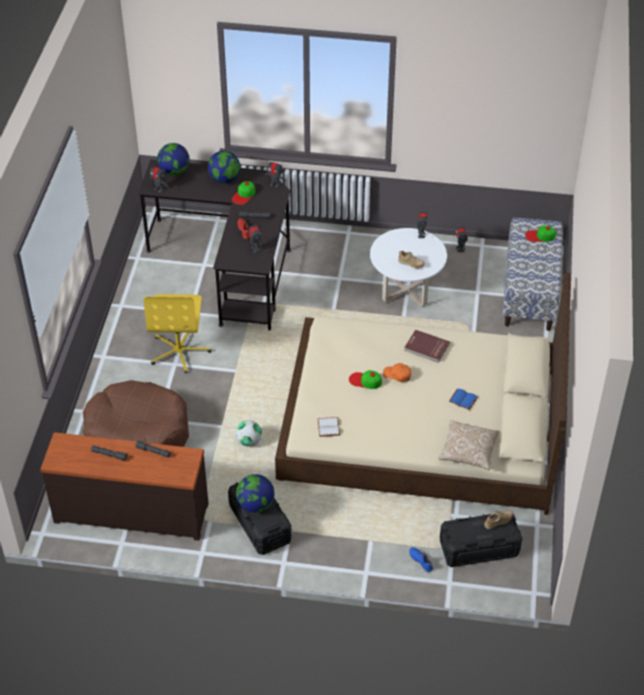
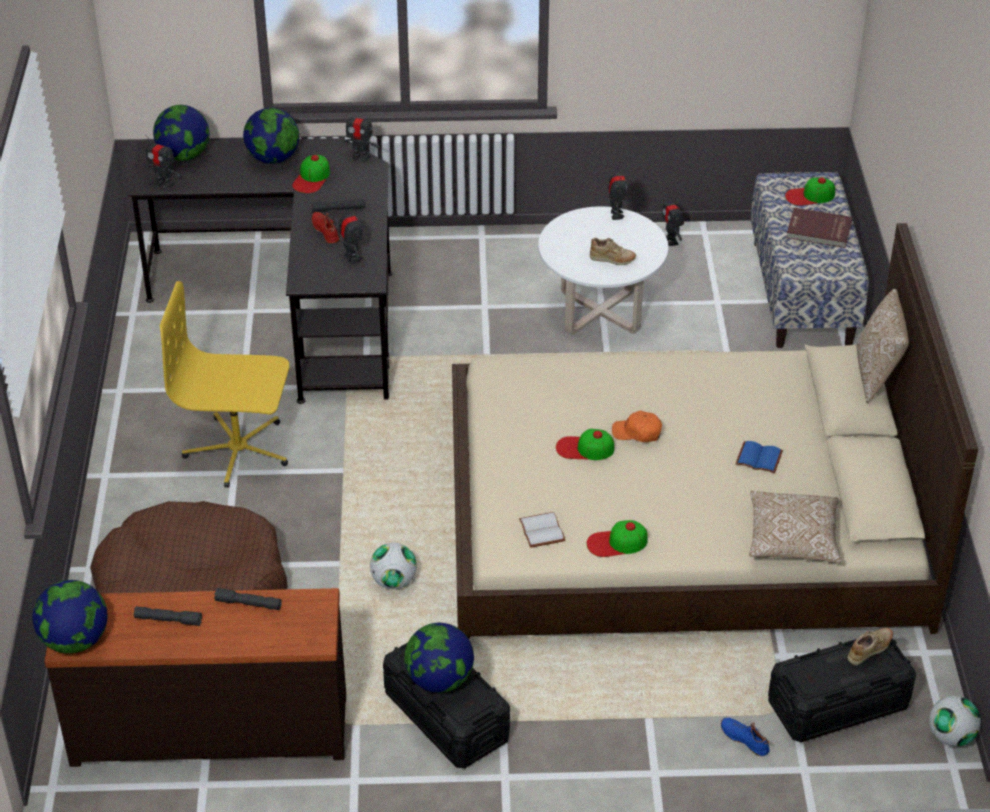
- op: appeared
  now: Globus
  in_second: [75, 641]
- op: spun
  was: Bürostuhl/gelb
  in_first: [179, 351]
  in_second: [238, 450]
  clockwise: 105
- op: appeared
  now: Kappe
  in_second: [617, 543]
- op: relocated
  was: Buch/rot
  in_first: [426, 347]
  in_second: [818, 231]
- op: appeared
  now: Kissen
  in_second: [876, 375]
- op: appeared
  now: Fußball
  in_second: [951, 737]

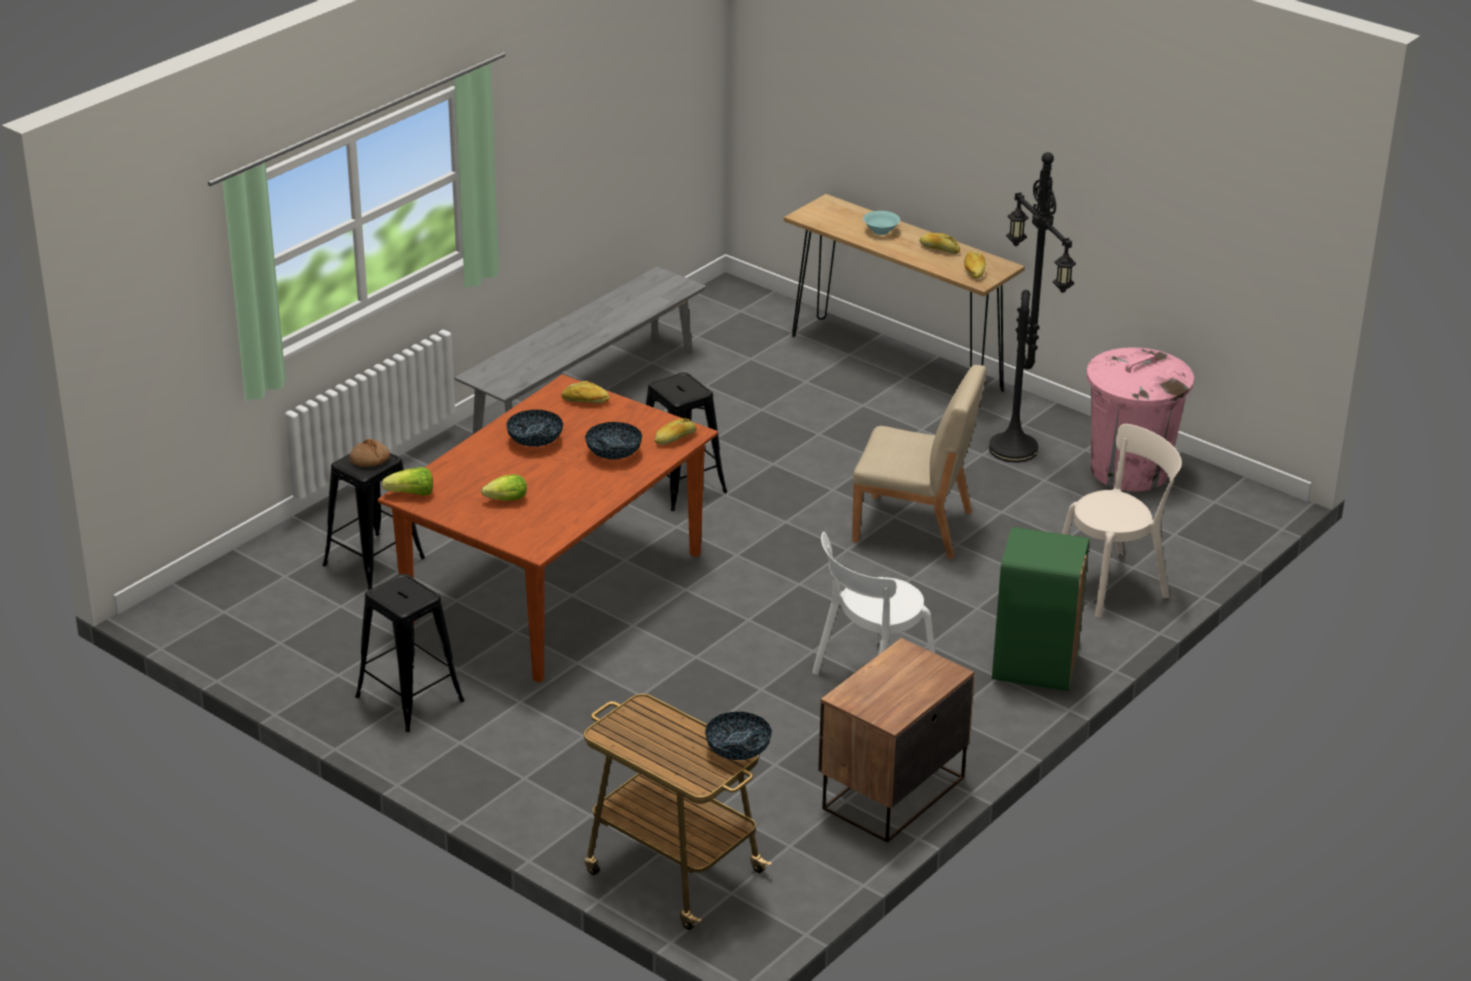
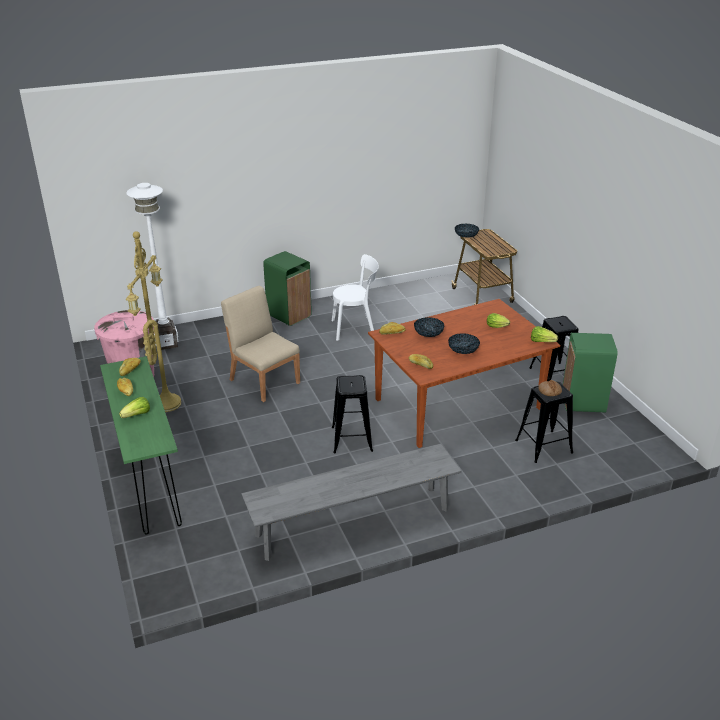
- op: colour
  was: Konsolentisch/braun
  now: Konsolentisch/grün
  in_first: [896, 363]
  in_second: [149, 479]
- op: exchanged
  was: Schüssel/türkis
  now: Salatkopf
  in_first: [880, 231]
  in_second: [137, 415]
- op: appeared
  now: Stehlampe/weiß
  in_second: [166, 343]
- op: colour
  was: Stehlampe/schwarz
  now: Stehlampe/gelb
  in_first: [1017, 450]
  in_second: [165, 403]
- op: appeared
  now: Mülleimer/grün
  in_second: [583, 403]
- op: missing
  was: Nachttisch
  in_first: [890, 792]
- op: missing
  was: Stuhl/beige
  in_first: [1114, 583]

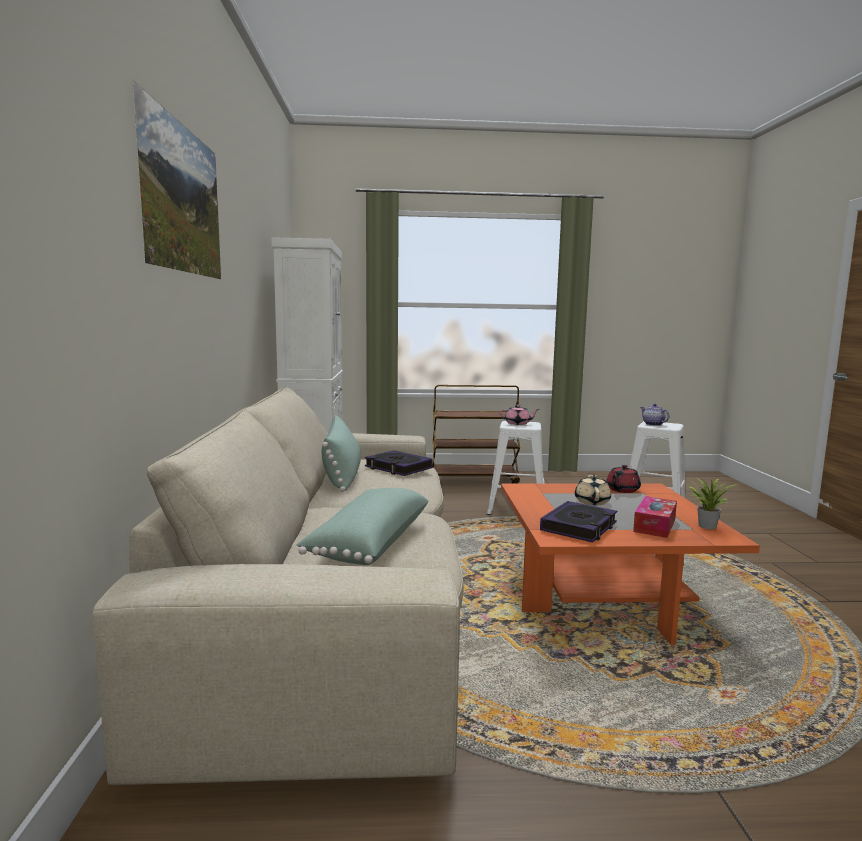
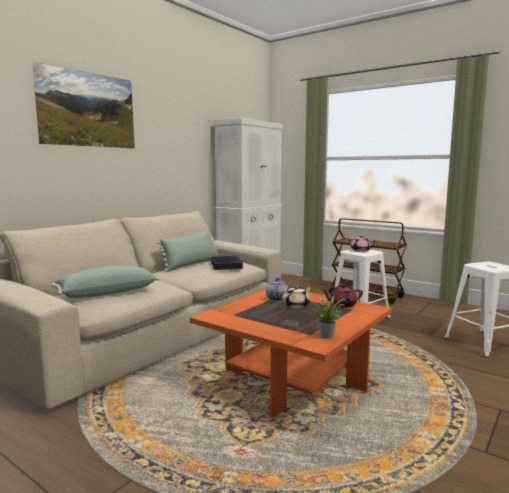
- op: relocated
  was: Teekanne
  in_first: [652, 424]
  in_second: [276, 298]
- op: missing
  was: Buch
  in_first: [579, 527]
- op: missing
  was: Taschentuchbox
  in_first: [654, 525]

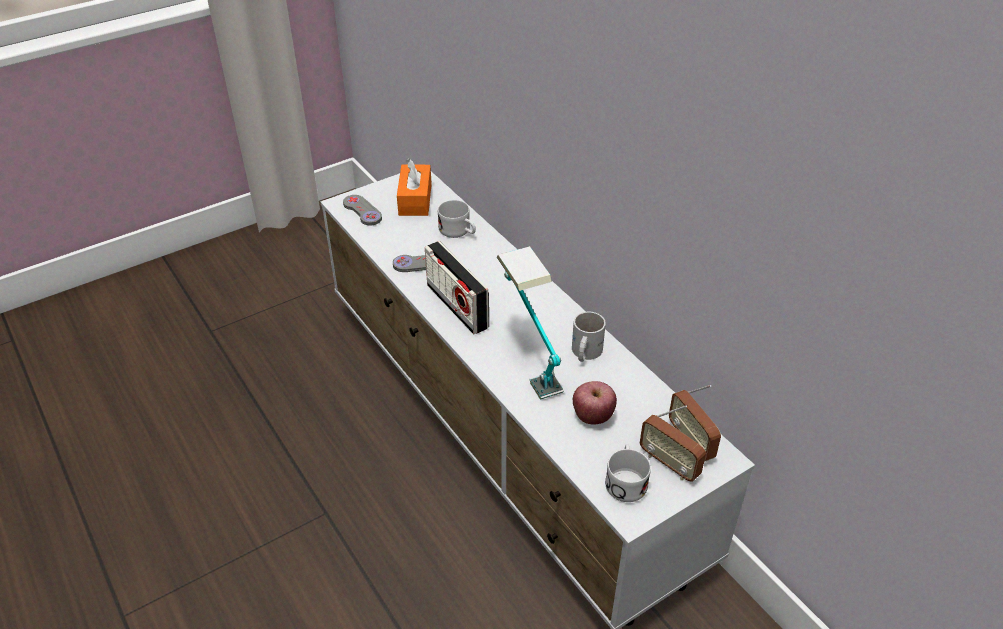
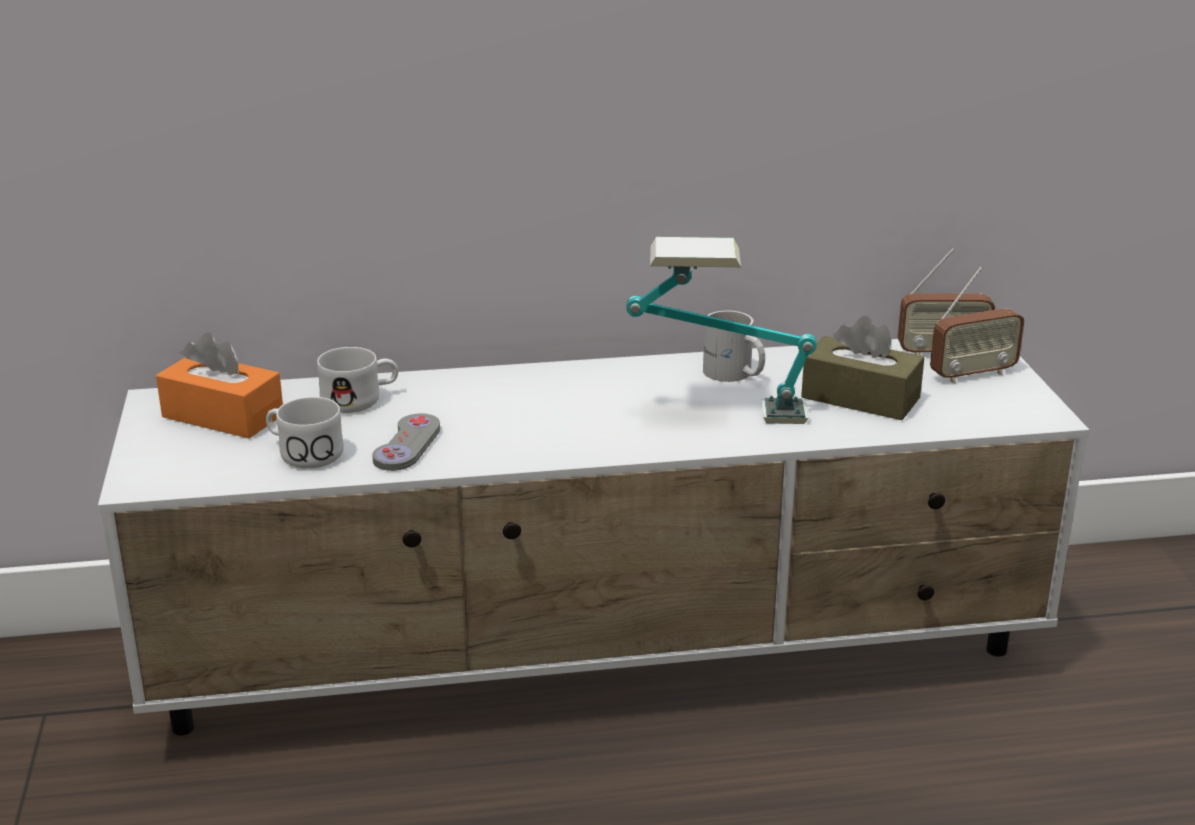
- op: relocated
  was: Henkelbecher/weiß
  in_first: [625, 480]
  in_second: [303, 453]
- op: exchanged
  was: Apfel
  now: Taschentuchbox/braun
  in_first: [592, 416]
  in_second: [860, 398]
- op: missing
  was: Gamepad/grau
  in_first: [362, 211]
- op: missing
  was: Radio
  in_first: [457, 306]

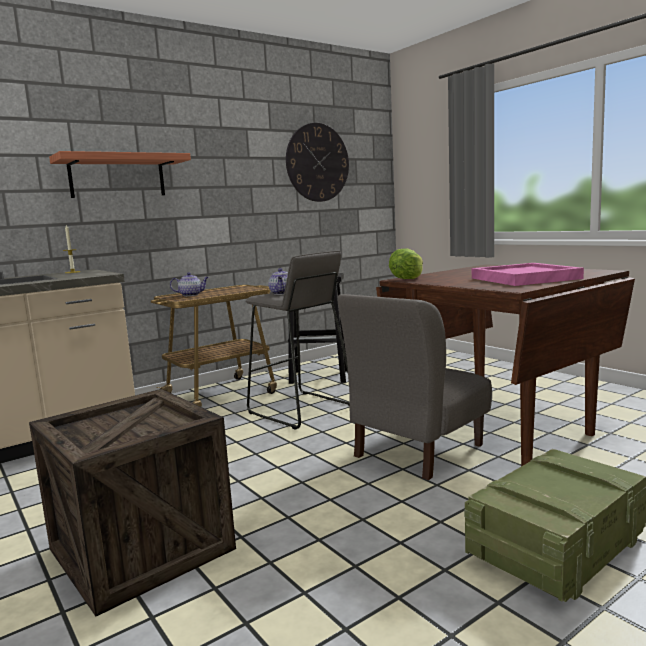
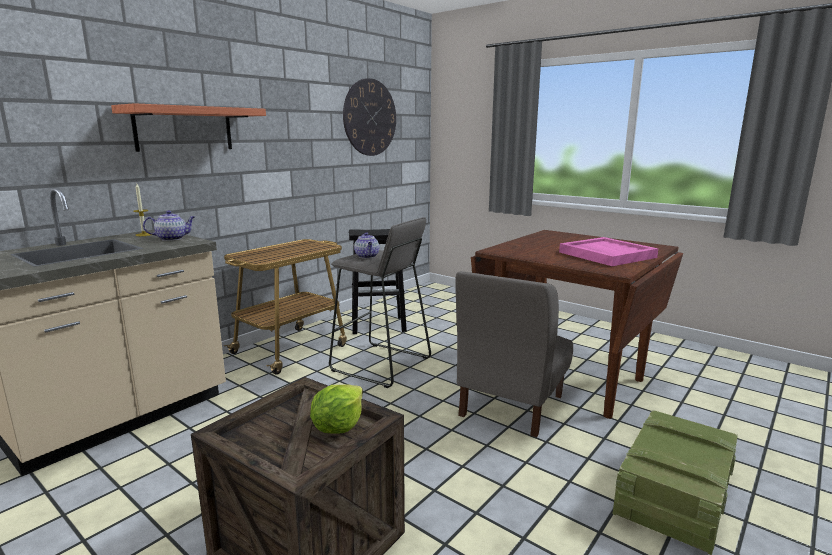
- op: relocated
  was: Teekanne
  in_first: [191, 295]
  in_second: [172, 238]
- op: relocated
  was: Salatkopf
  in_first: [406, 279]
  in_second: [338, 426]

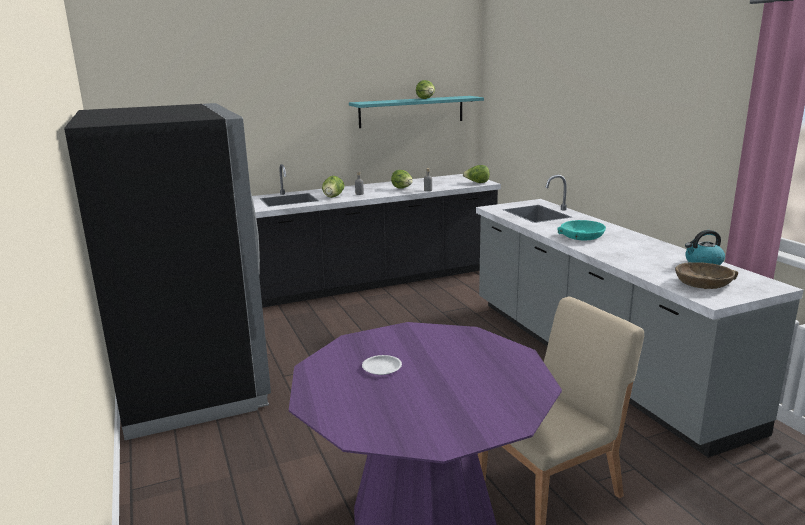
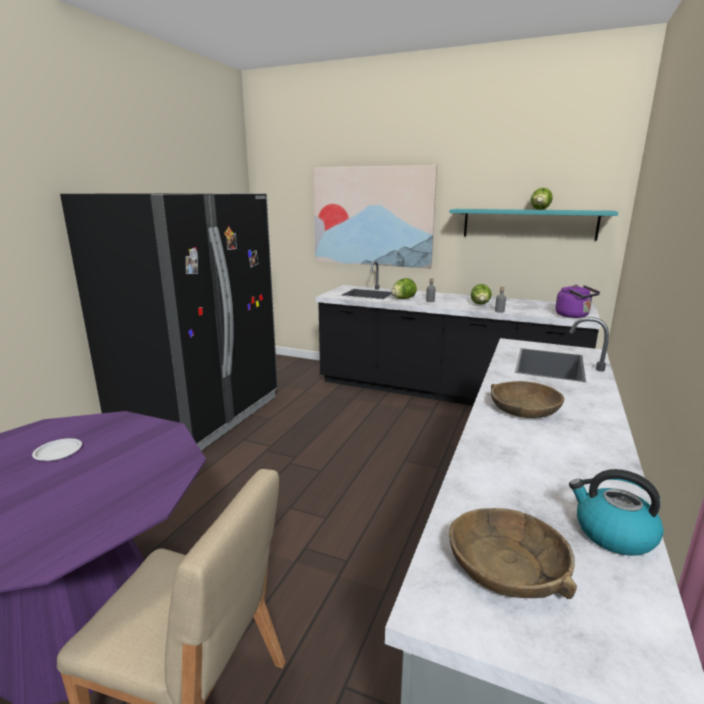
- op: appeared
  now: Bild
  in_second: [372, 216]
- op: colour
  was: Schüssel/türkis
  now: Schüssel/braun
  in_first: [582, 237]
  in_second: [523, 409]
- op: exchanged
  was: Salatkopf
  now: Wasserkessel/lila
  in_first: [477, 183]
  in_second: [574, 316]

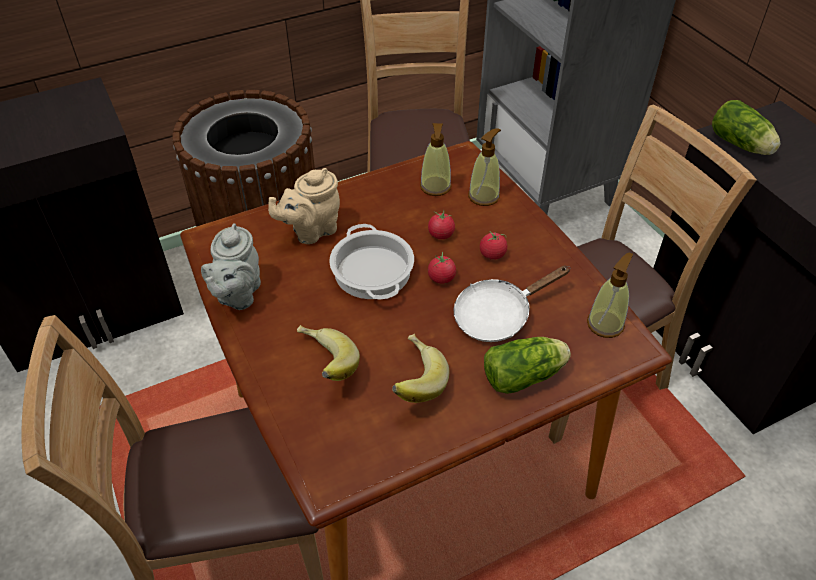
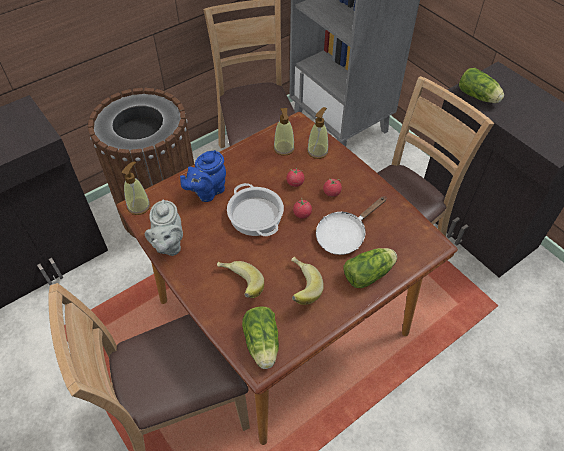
- op: relocated
  was: Seifenspender
  in_first: [605, 324]
  in_second: [139, 206]
- op: colour
  was: Teekanne/beige
  now: Teekanne/blau
  in_first: [311, 231]
  in_second: [207, 191]
- op: appeared
  now: Salatkopf
  in_second: [262, 345]

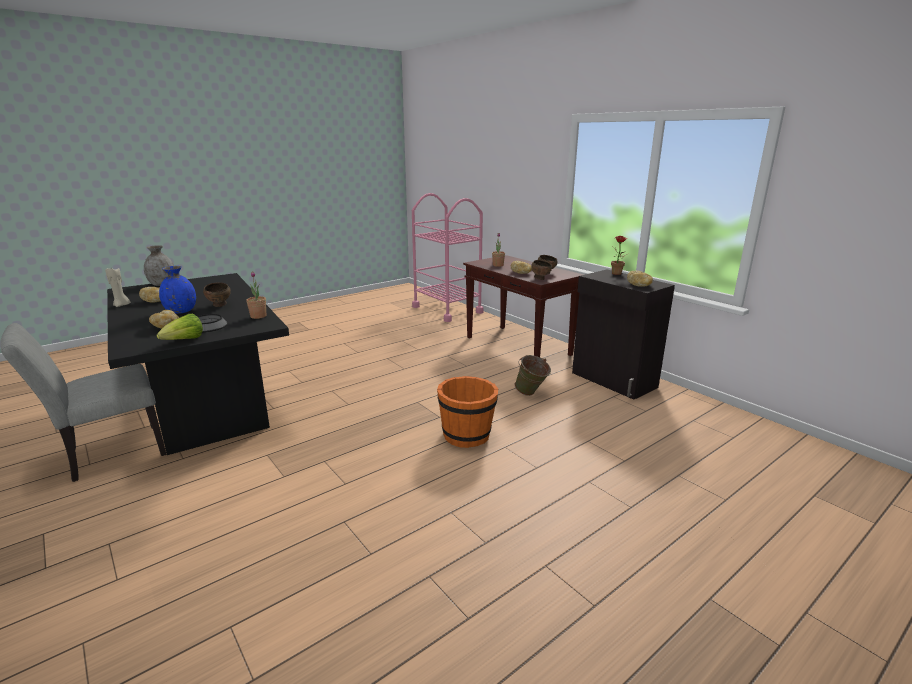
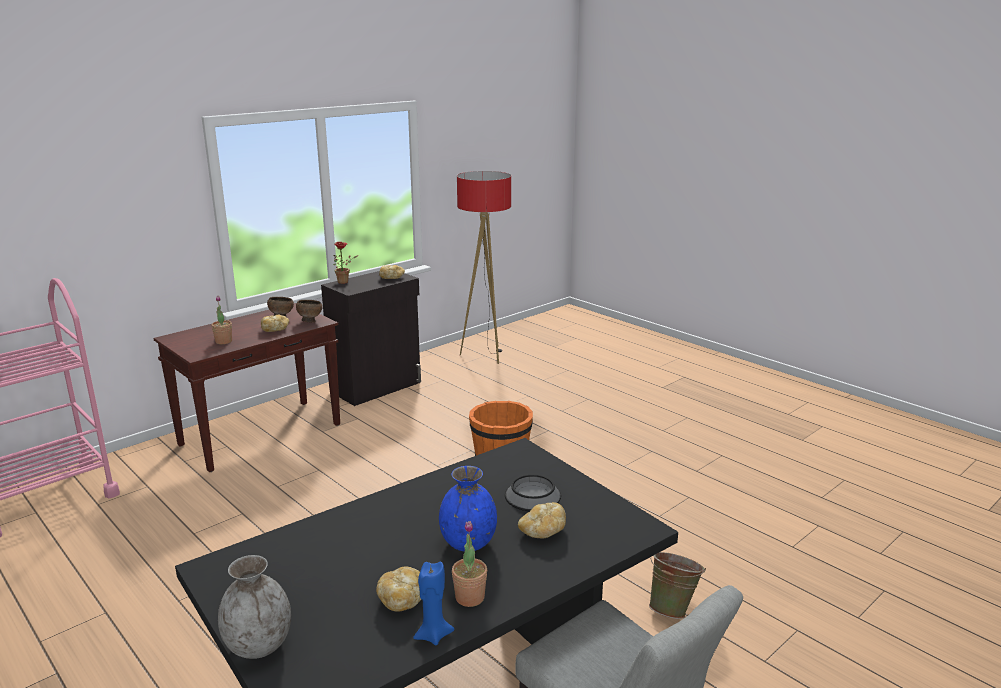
- op: colour
  was: Kerze/beige
  now: Kerze/blau
  in_first: [121, 305]
  in_second: [433, 635]
- op: relocated
  was: Topfpflanze
  in_first: [258, 316]
  in_second: [470, 597]
- op: appeared
  now: Stehlampe
  in_second: [485, 355]
- op: relocated
  was: Eimer/grün
  in_first: [531, 394]
  in_second: [672, 608]
- op: missing
  was: Salatkopf
  in_first: [184, 341]
- op: missing
  was: Schüssel/braun
  in_first: [220, 305]

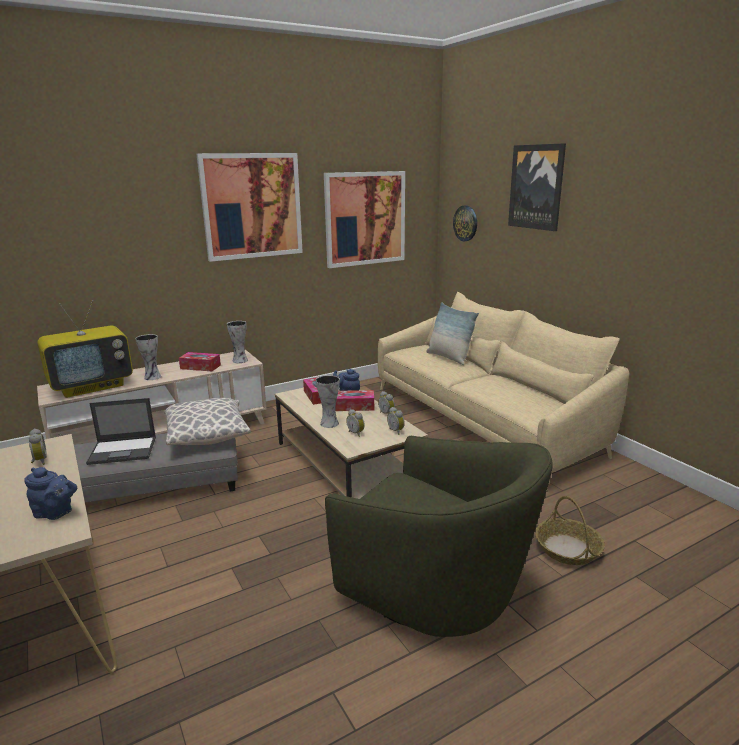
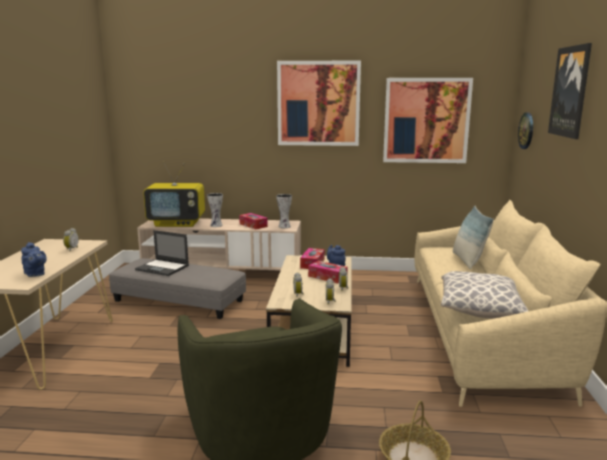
- op: relocated
  was: Kissen
  in_first: [207, 436]
  in_second: [480, 310]
- op: missing
  was: Vase
  in_first: [329, 423]

